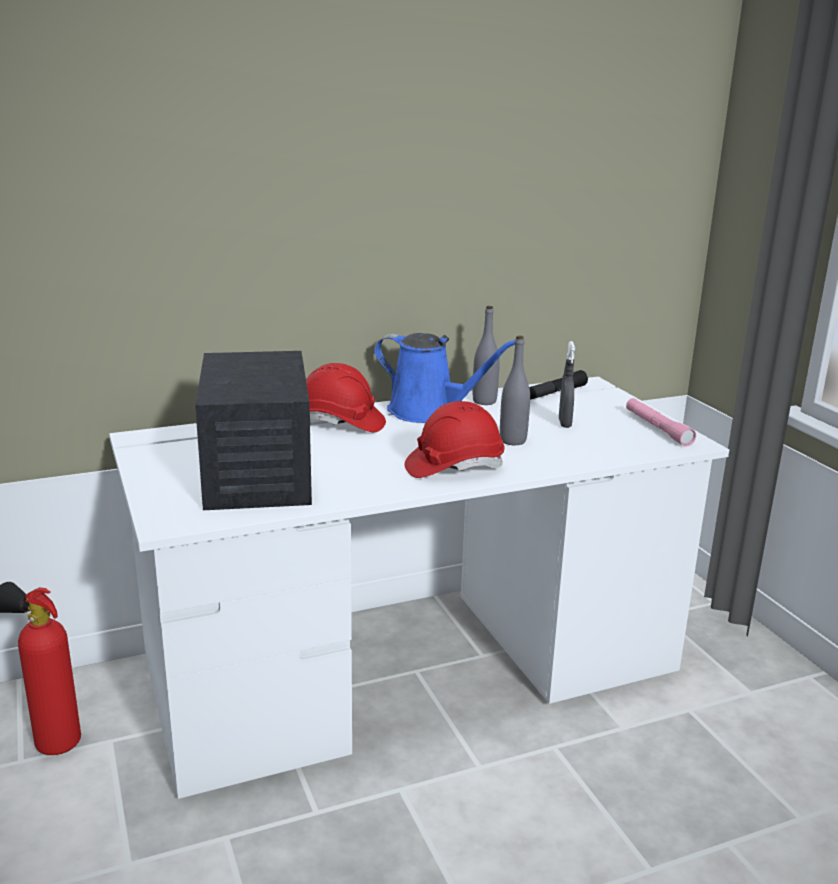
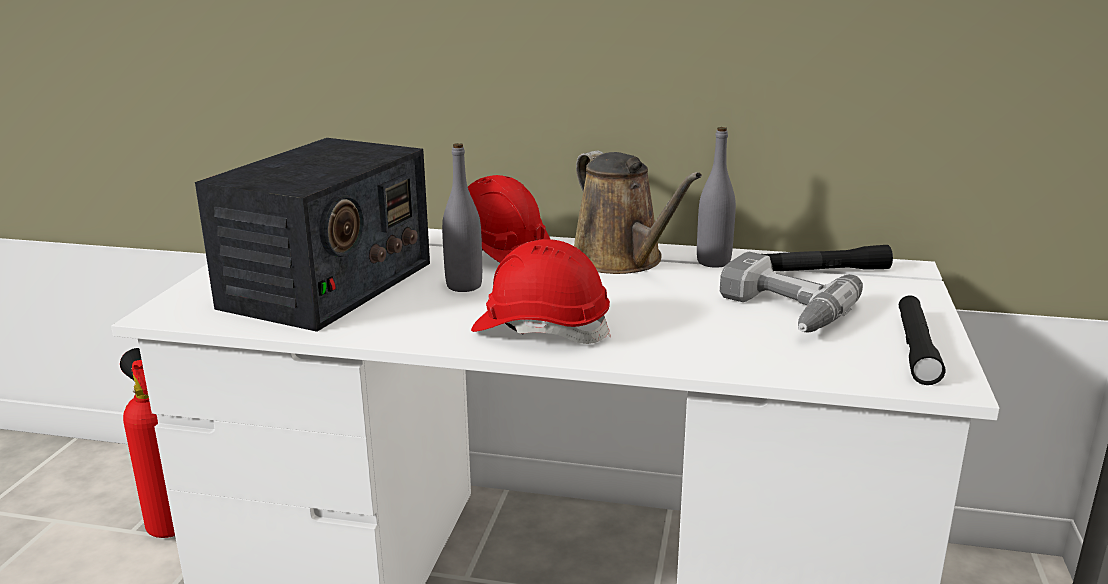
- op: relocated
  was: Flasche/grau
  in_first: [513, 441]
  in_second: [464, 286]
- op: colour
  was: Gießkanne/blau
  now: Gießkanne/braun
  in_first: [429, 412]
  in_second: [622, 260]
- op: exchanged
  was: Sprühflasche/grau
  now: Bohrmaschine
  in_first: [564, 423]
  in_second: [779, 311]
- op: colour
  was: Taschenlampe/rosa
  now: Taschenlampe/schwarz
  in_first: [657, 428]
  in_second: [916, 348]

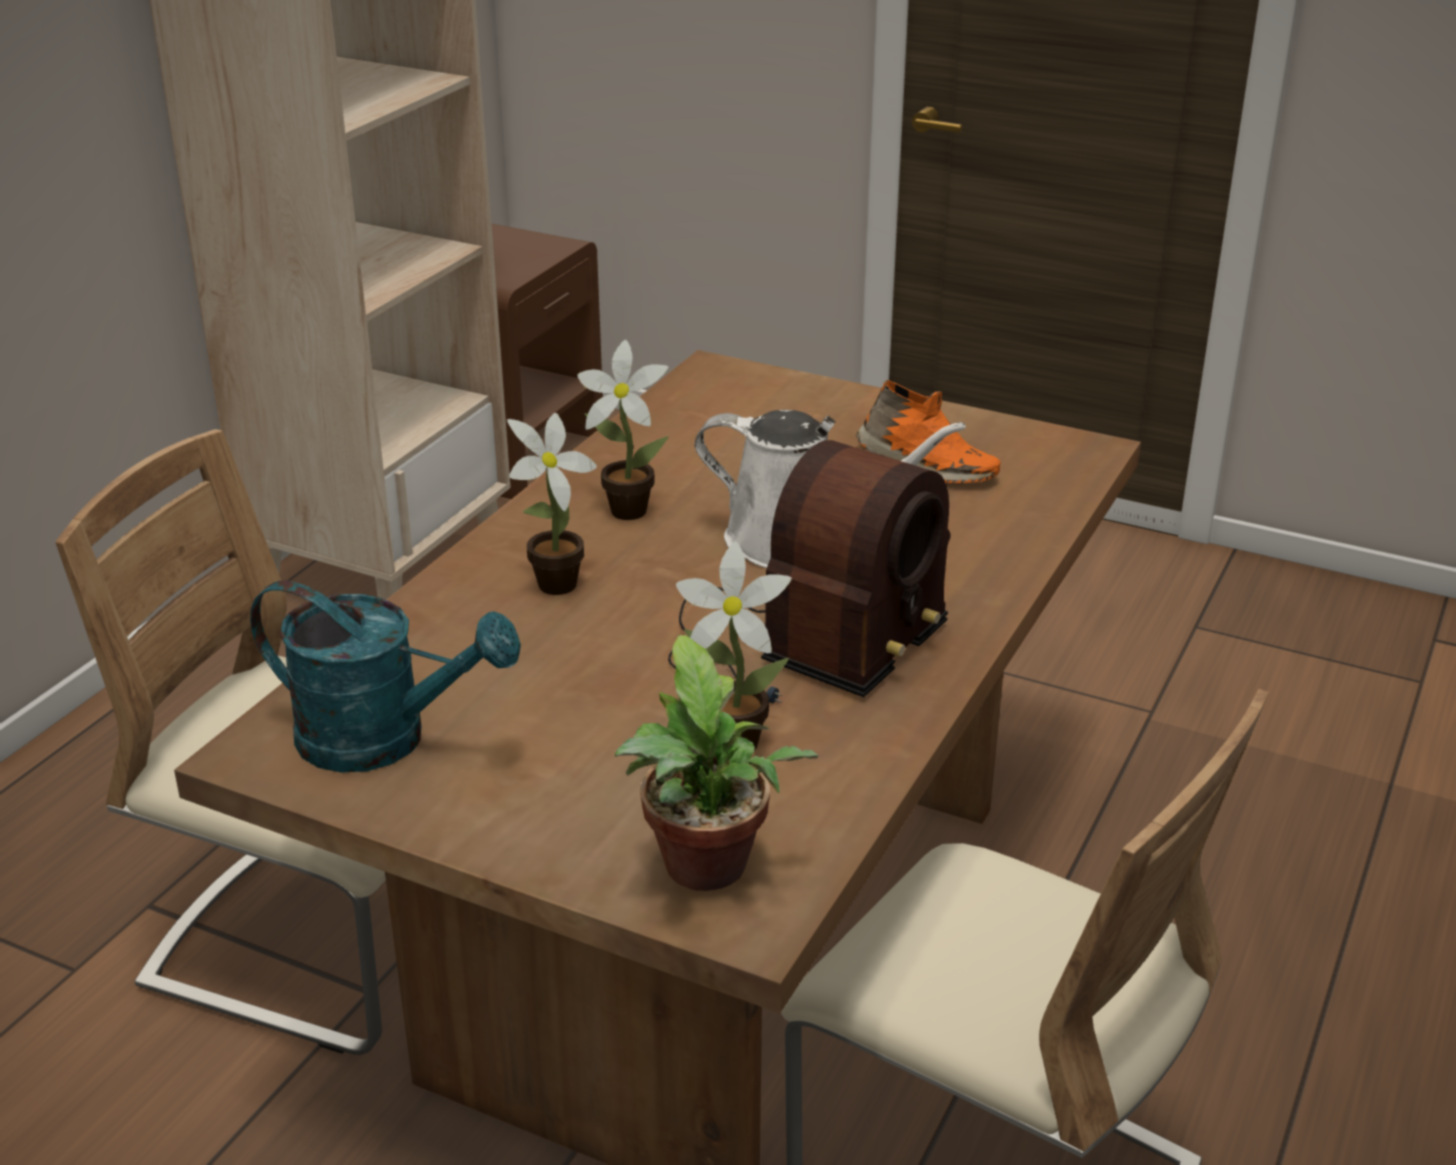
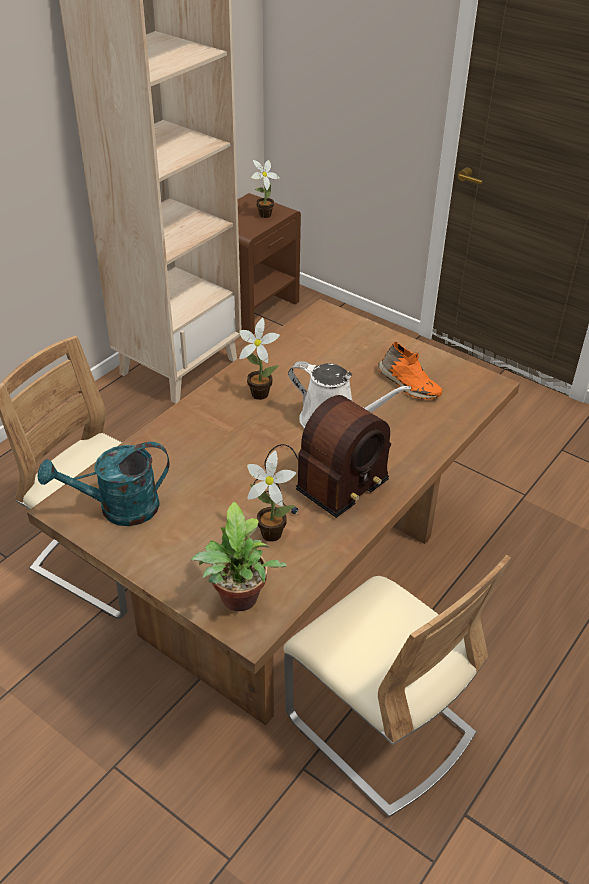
- op: spun
  was: Gießkanne/türkis
  in_first: [384, 740]
  in_second: [118, 509]
  clockwise: 135
- op: relocated
  was: Topfpflanze
  in_first: [551, 587]
  in_second: [263, 215]

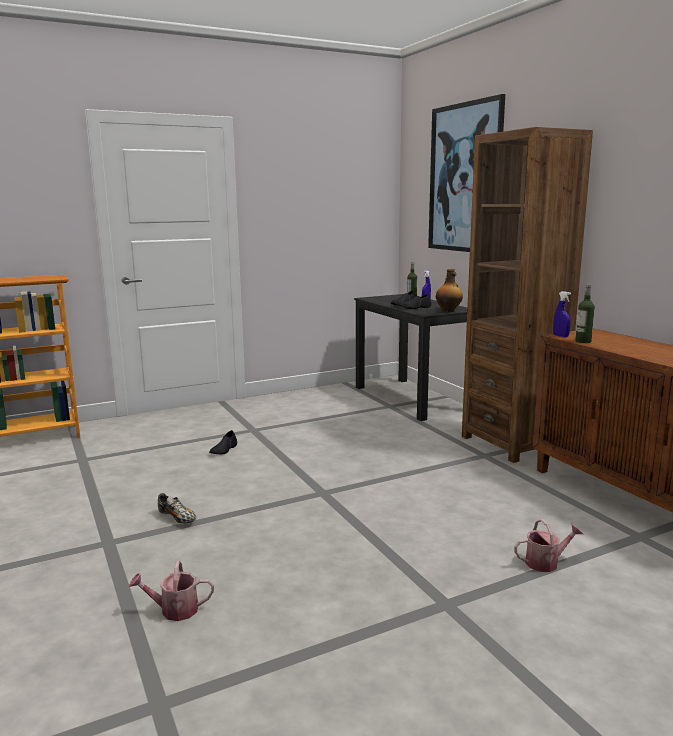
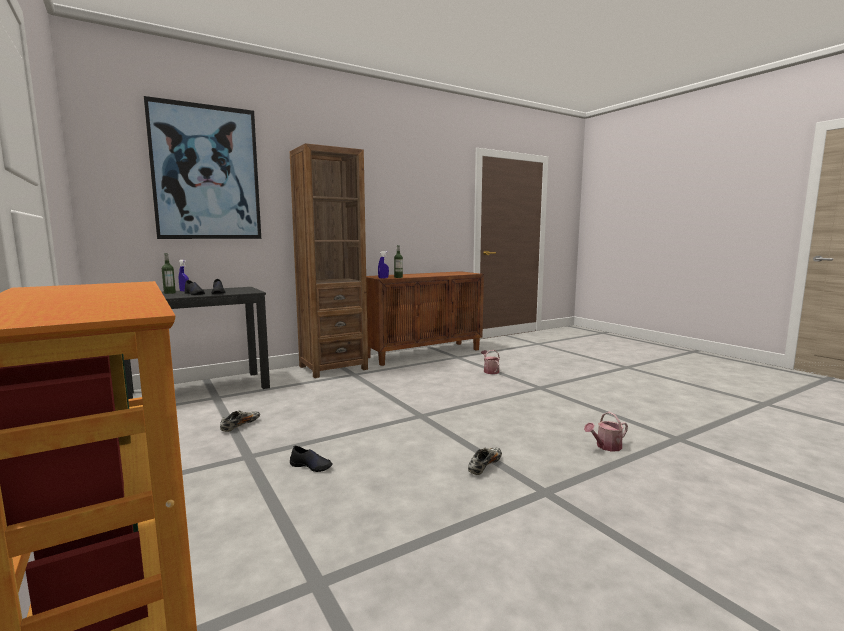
- op: appeared
  now: Schuh
  in_second: [240, 426]
- op: spun
  was: Gießkanne
  in_first: [174, 610]
  in_second: [606, 447]
  clockwise: 75
- op: missing
  was: Flasche
  in_first: [448, 311]

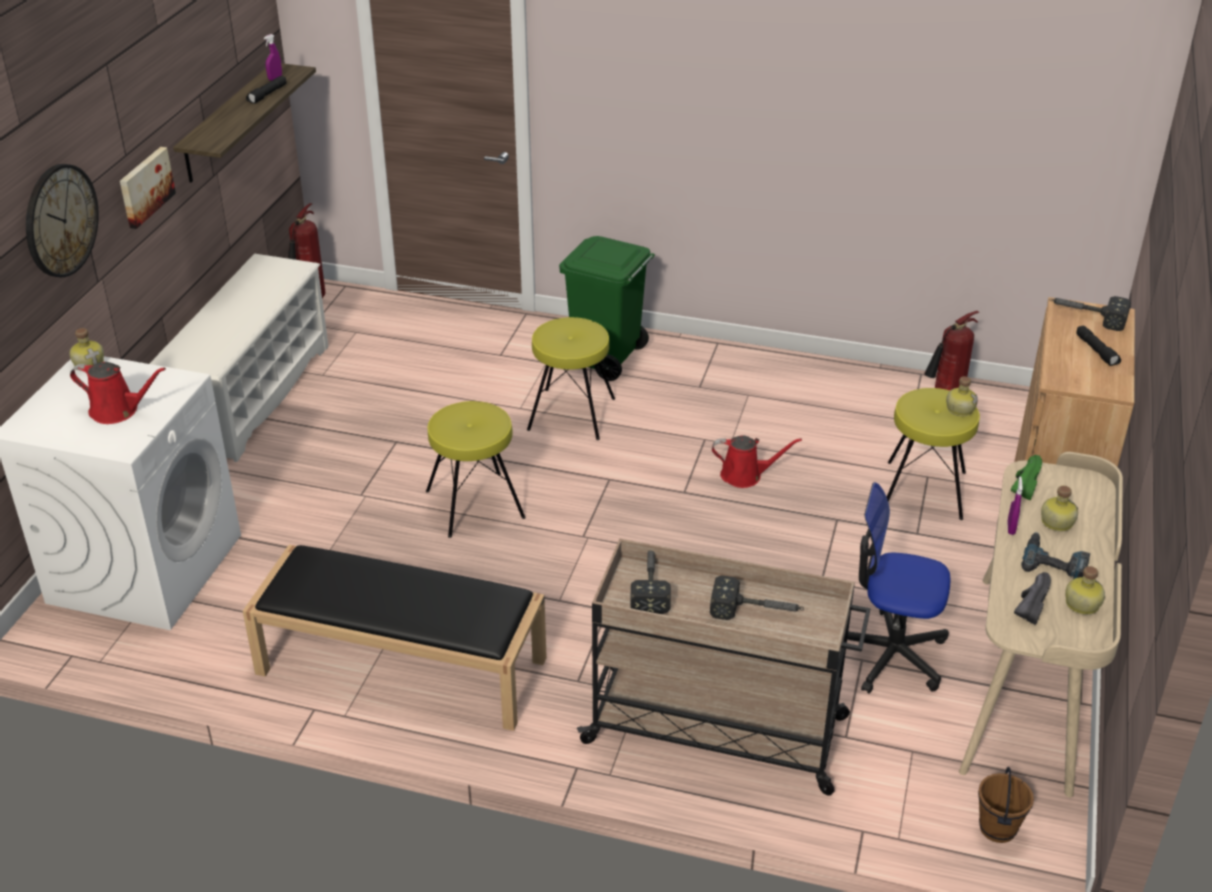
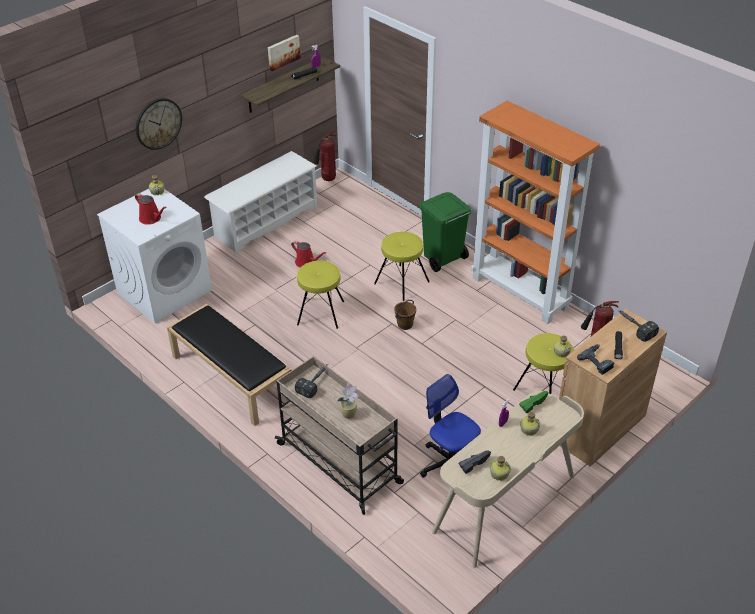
- op: relocated
  was: Bild
  in_first: [145, 186]
  in_second: [283, 52]
- op: relocated
  was: Gießkanne/rot
  in_first: [745, 475]
  in_second: [306, 262]
- op: exchanged
  was: Hammer
  now: Topfpflanze
  in_first: [757, 611]
  in_second: [349, 414]
- op: relocated
  was: Eimer/braun
  in_first: [998, 829]
  in_second: [405, 325]
- op: appeared
  now: Bücherregal/orange
  in_second: [520, 293]
- op: relocated
  was: Bohrmaschine
  in_first: [1054, 562]
  in_second: [597, 361]

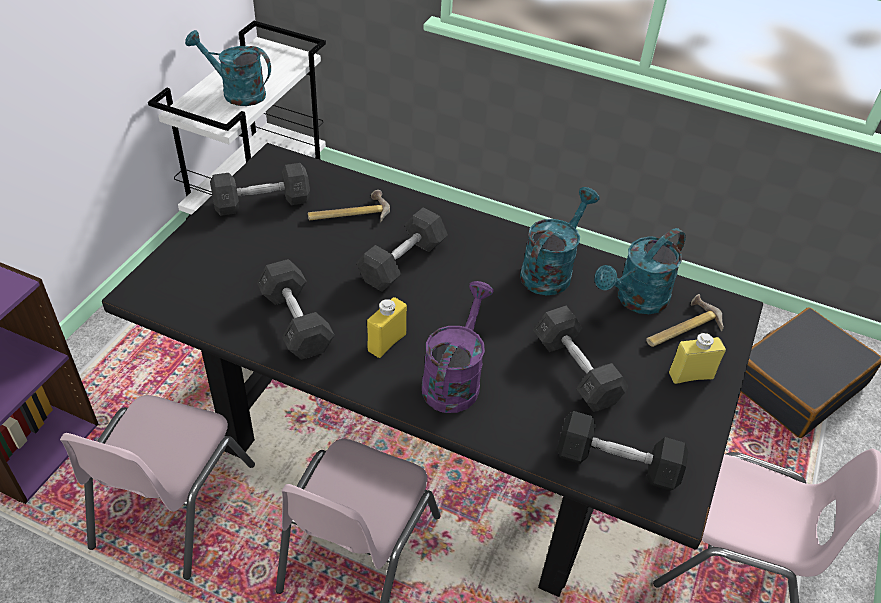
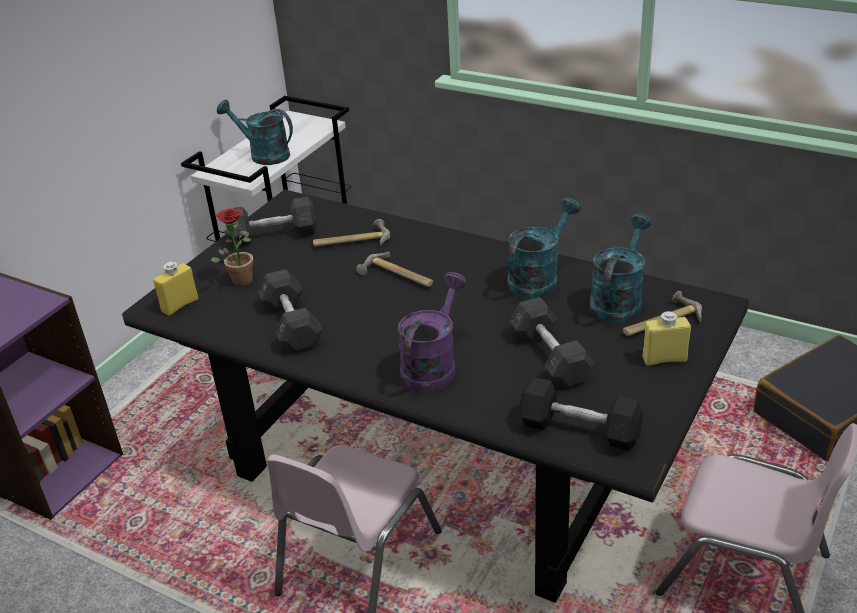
- op: relocated
  was: Flasche/gelb
  in_first: [387, 342]
  in_second: [180, 305]
- op: appeared
  now: Topfpflanze
  in_second: [241, 278]
- op: exchanged
  was: Hantel/grau
  now: Hammer
  in_first: [402, 262]
  in_second: [396, 277]
- op: spun
  was: Gießkanne/türkis
  in_first: [635, 300]
  in_second: [618, 300]
  clockwise: 150
- op: missing
  was: Stuhl/rosa
  in_first: [172, 505]

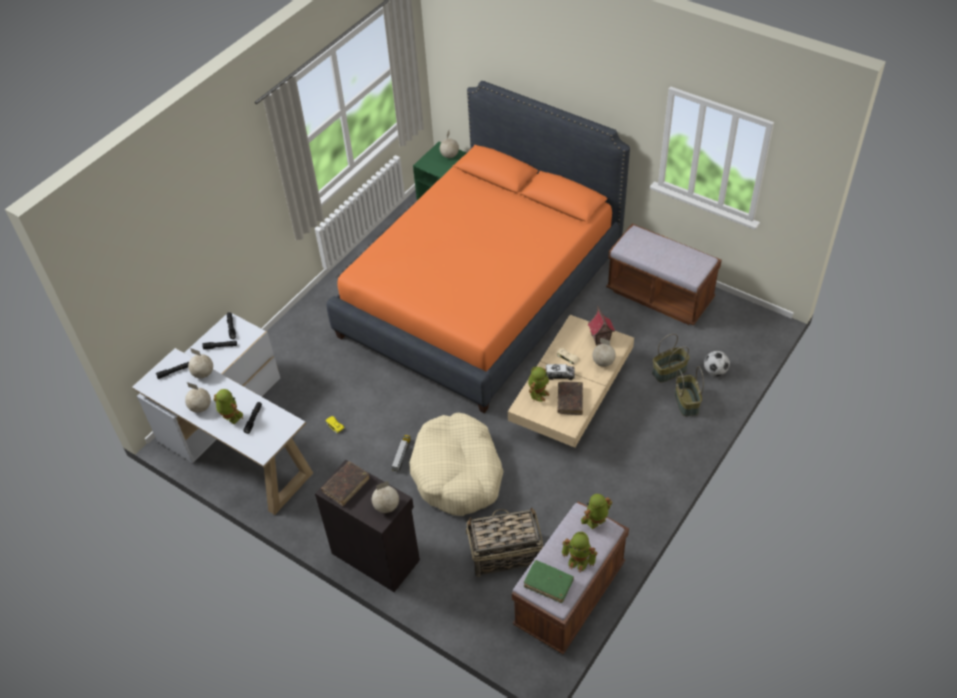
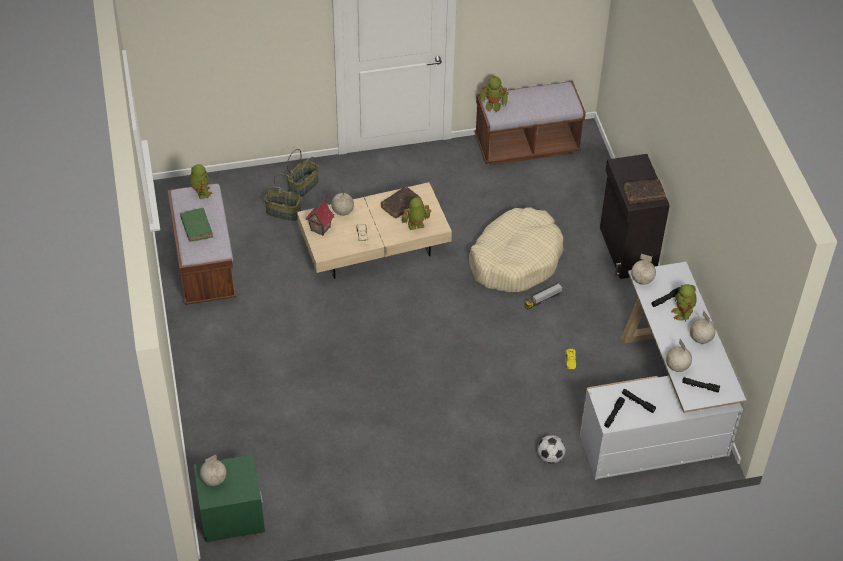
- op: relocated
  was: Buch/grün
  in_first: [548, 583]
  in_second: [196, 228]
- op: relocated
  was: Spielzeugroboter
  in_first: [579, 560]
  in_second: [201, 193]
- op: relocated
  was: Fußball
  in_first: [715, 371]
  in_second: [550, 457]
- op: relocated
  was: Globus
  in_first: [387, 506]
  in_second: [641, 280]
- op: missing
  was: Bett/orange
  in_first: [482, 294]
- op: missing
  was: Korb
  in_first: [504, 554]
- op: missing
  was: Spielzeuglaster
  in_first: [559, 375]

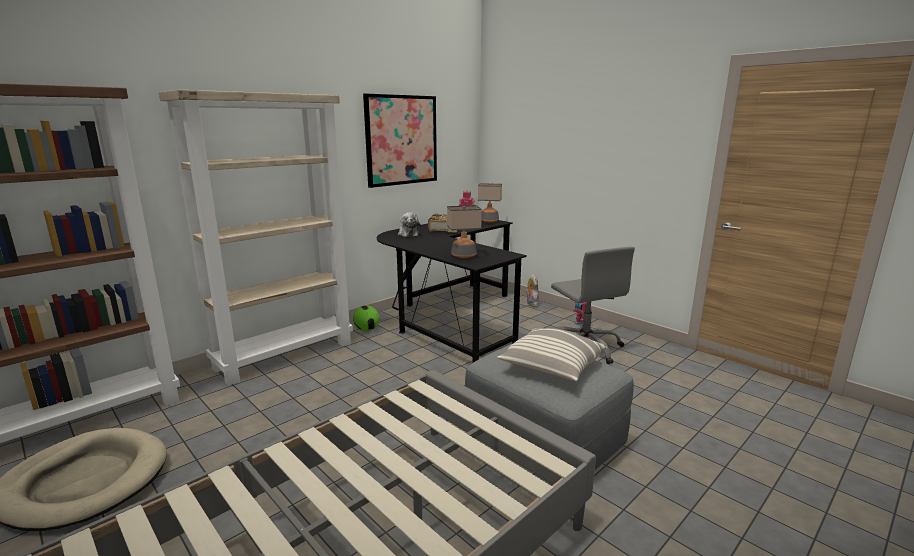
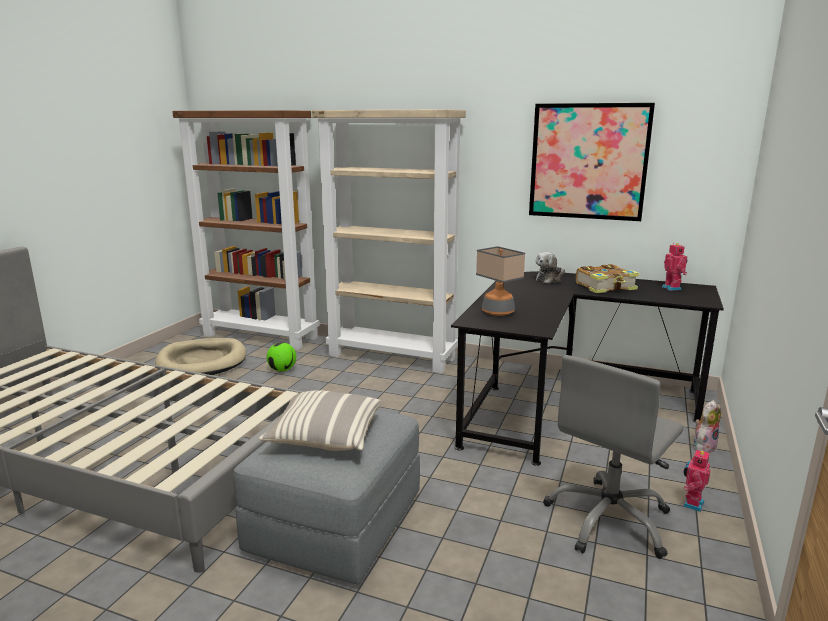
- op: relocated
  was: Fußball
  in_first: [366, 330]
  in_second: [282, 370]
- op: missing
  was: Tischlampe
  in_first: [489, 221]

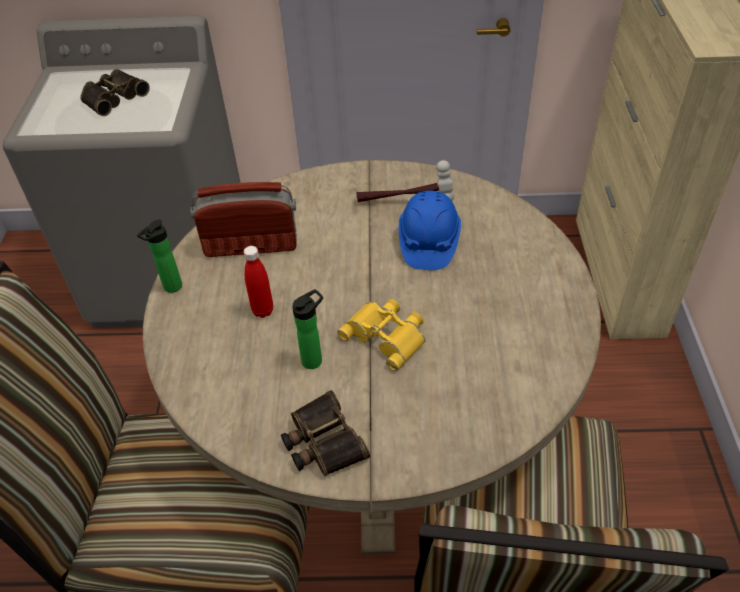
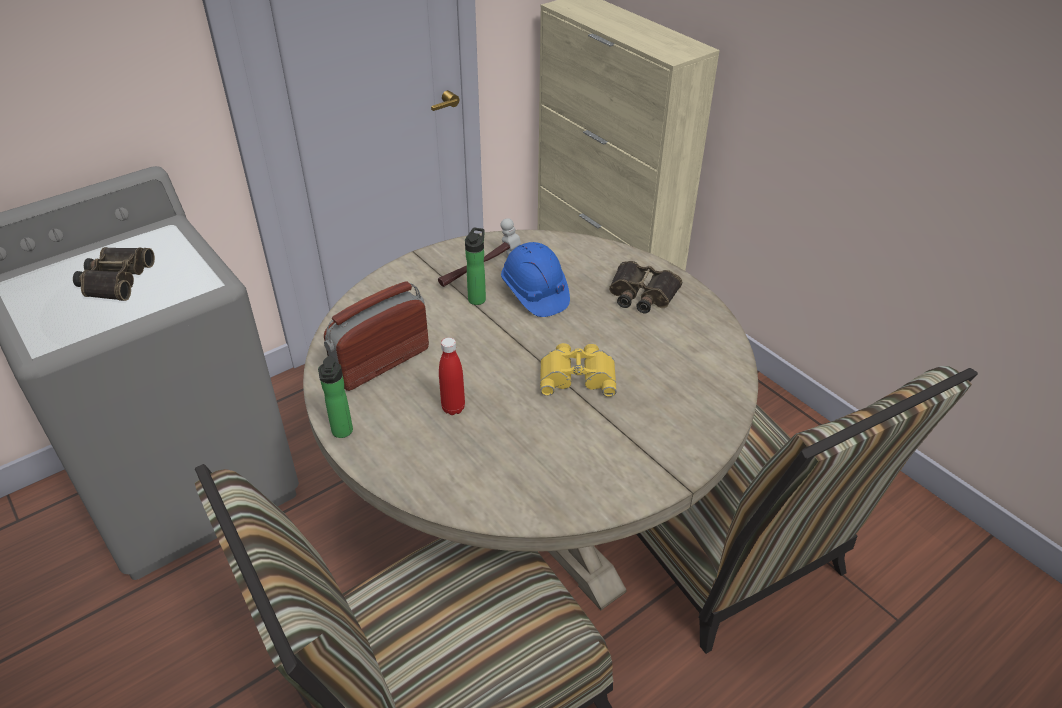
- op: relocated
  was: Flasche
  in_first: [314, 359]
  in_second: [477, 298]
- op: relocated
  was: Fernglas
  in_first: [322, 442]
  in_second: [641, 295]

